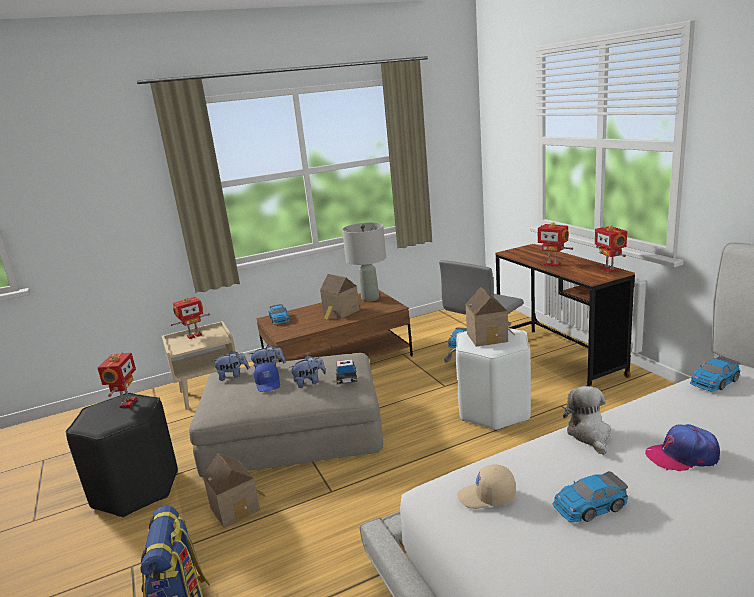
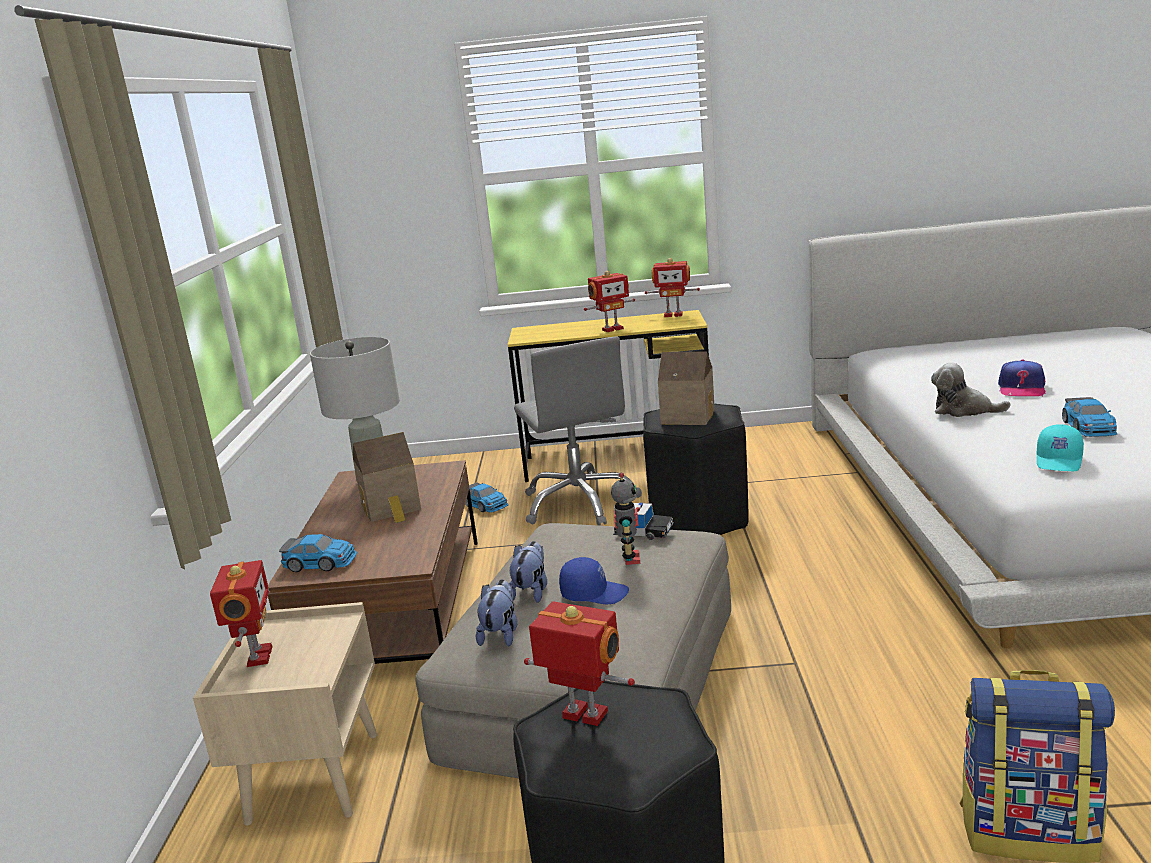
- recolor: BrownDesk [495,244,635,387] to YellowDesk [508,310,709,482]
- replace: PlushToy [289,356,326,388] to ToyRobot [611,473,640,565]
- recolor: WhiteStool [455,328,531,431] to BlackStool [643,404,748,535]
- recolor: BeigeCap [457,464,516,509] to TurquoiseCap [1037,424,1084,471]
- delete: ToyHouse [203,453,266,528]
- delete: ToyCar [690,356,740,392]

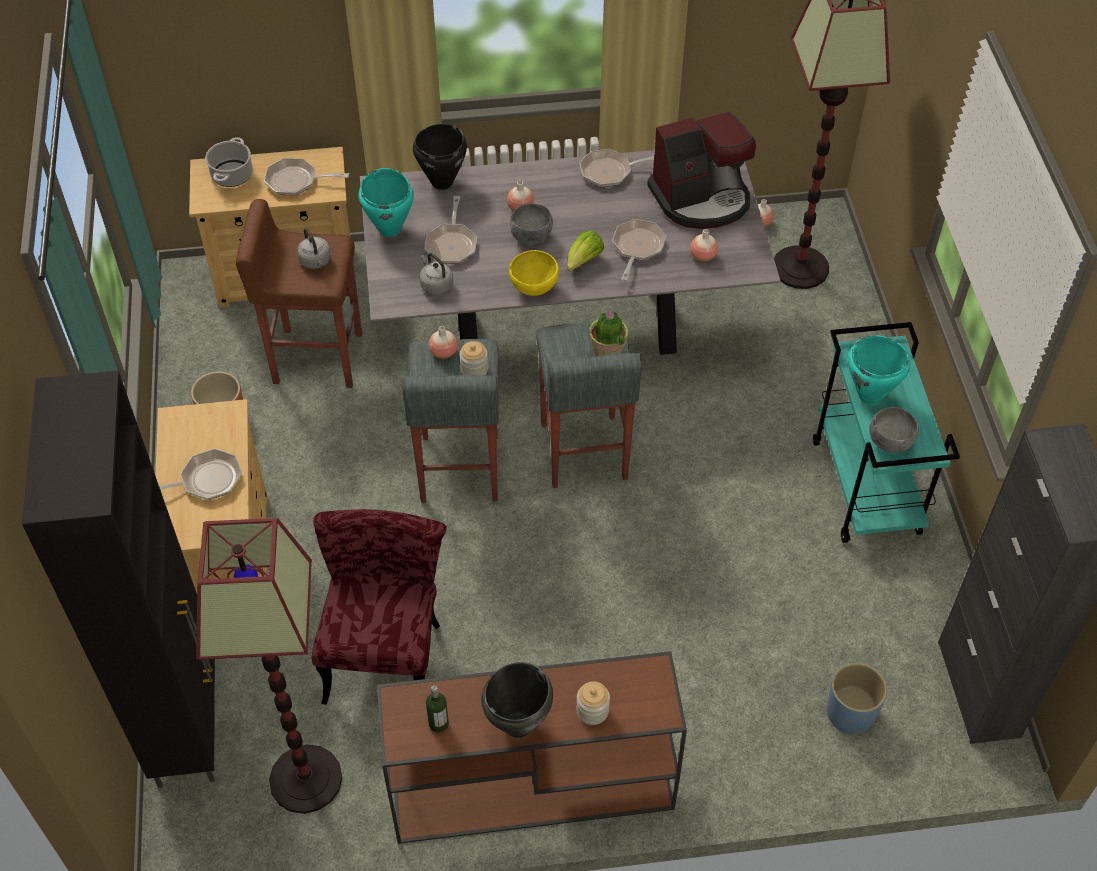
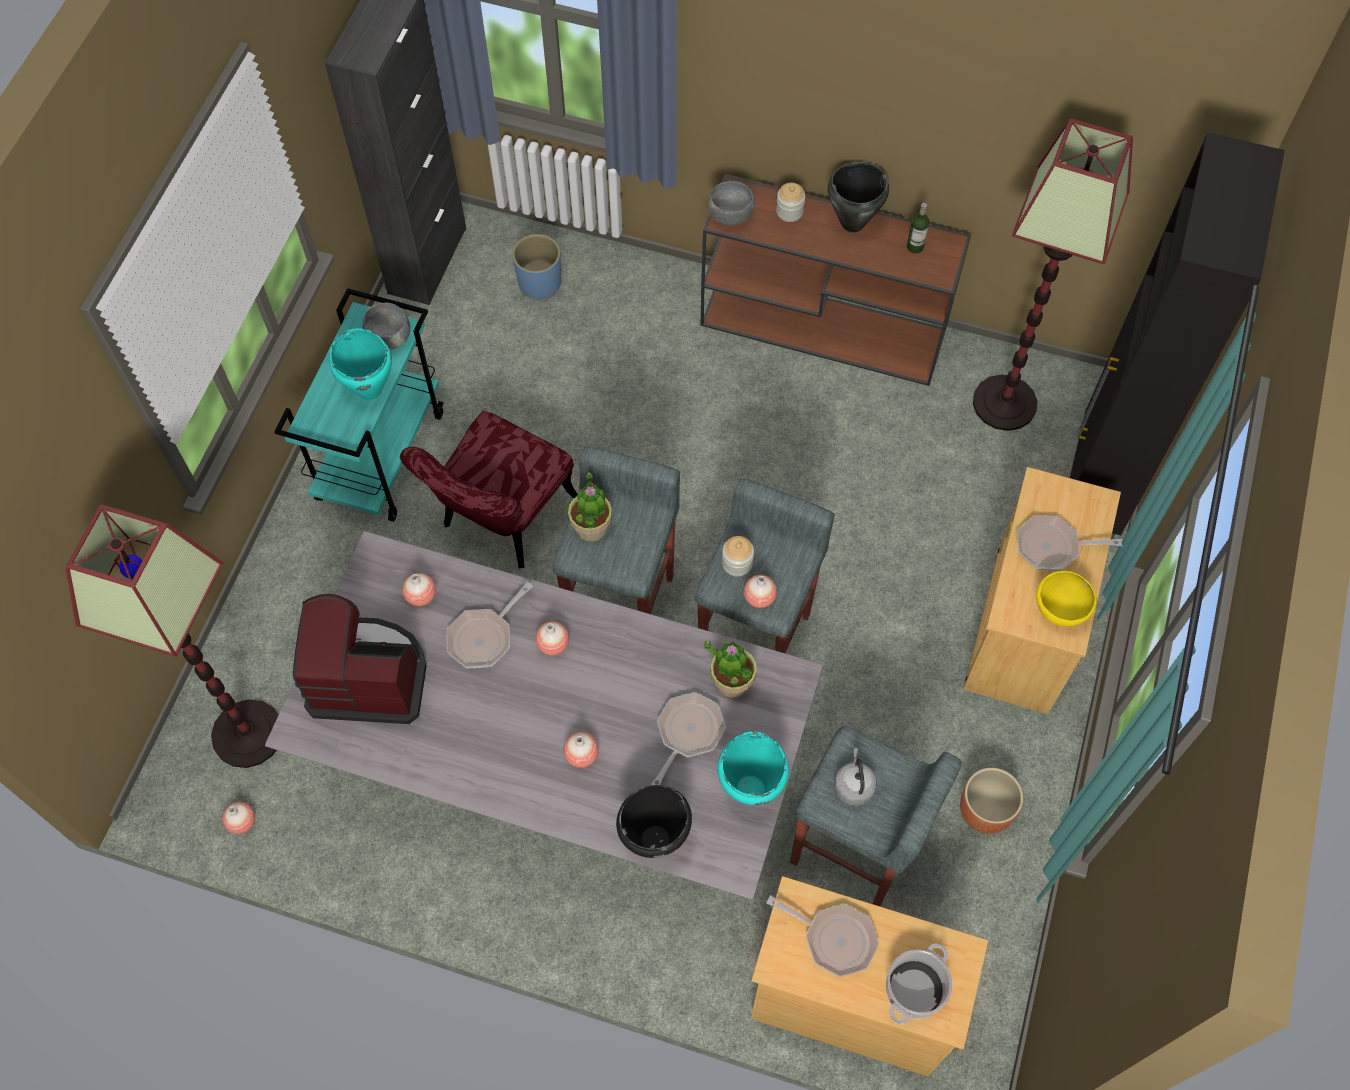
- move: RedChair [311,509,447,705] to [400,411,578,568]
- replace: Lettuce [567,231,604,272] to Vase [535,622,569,656]
- replace: GreyKettle [420,253,453,295] to PottedPlant [704,640,757,698]
- move: GreyBowl [510,203,553,245] to [708,181,755,226]
- recolor: BrownStool [236,199,362,388] to GreyStool [790,726,961,906]
- move: YellowBowl [509,250,559,296] to [1036,571,1097,627]
- delete: FryingPan [579,149,654,187]

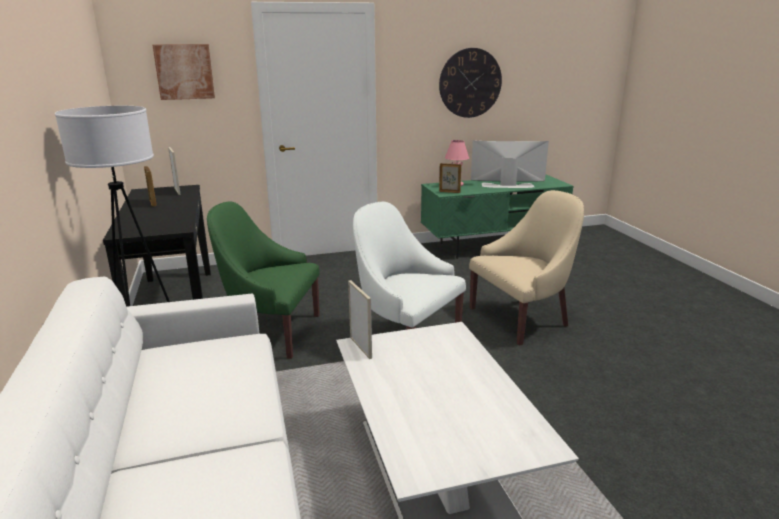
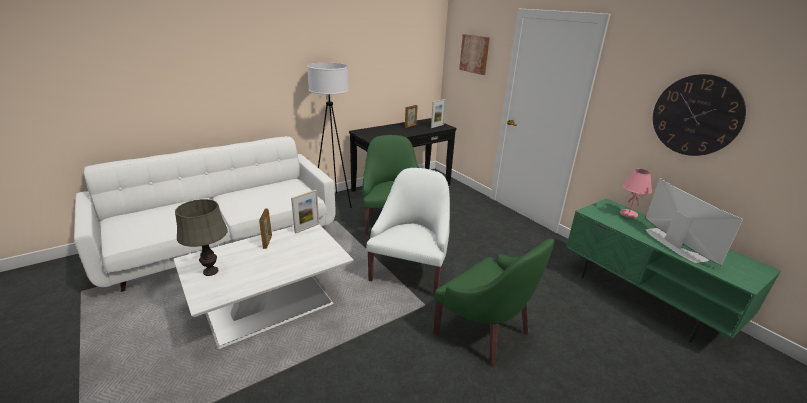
- insert: GreyTableLamp [175,199,228,276]
- move: PictureFrame [439,163,461,193] to [259,208,272,249]
- recolor: BeigeArmchair [469,190,584,346] to GreenArmchair [433,239,554,366]

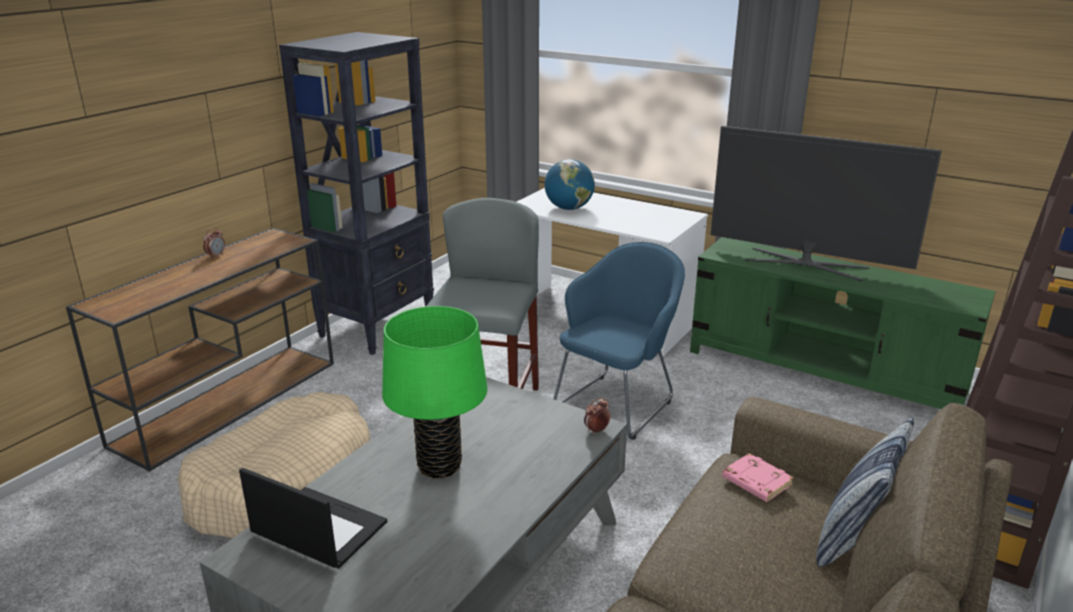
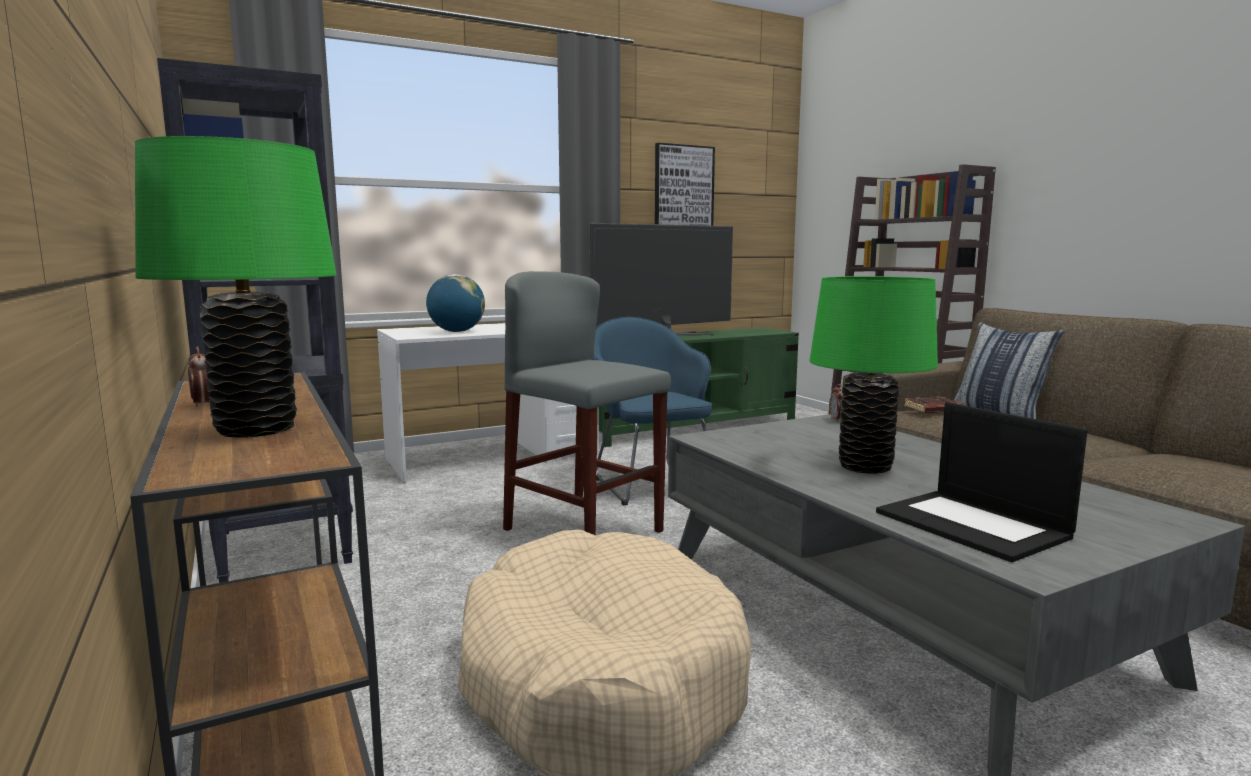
- insert: GreenTableLamp [135,136,337,437]
- insert: Picture [655,143,715,226]
- rotate: Laptop [239,468,387,568] = [876,402,1088,562] 90 degrees counterclockwise
- recolor: PinkBook [722,453,794,502] to BrownBook [904,397,965,413]

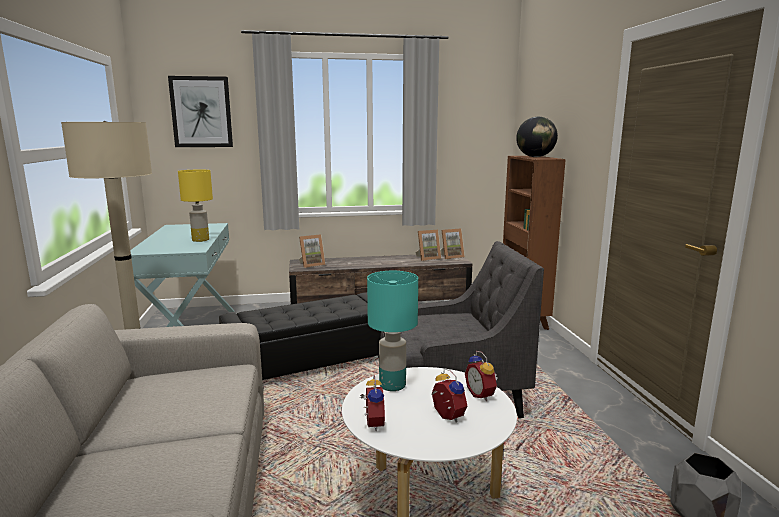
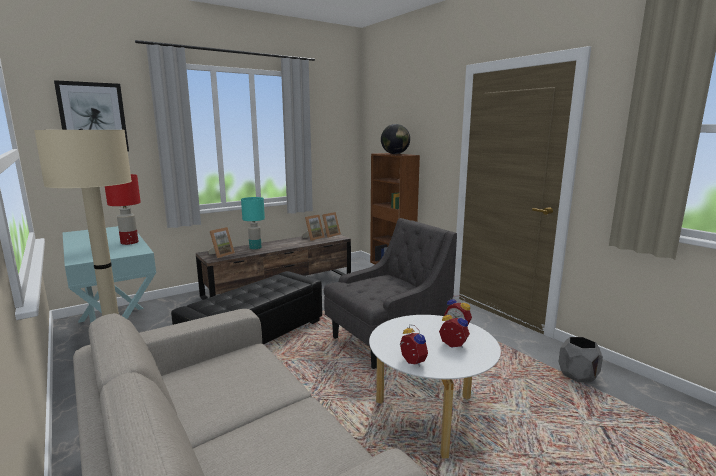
- recolor: YellowTableLamp [178,169,213,242] to RedTableLamp [105,174,141,245]
- move: TurquoiseTableLamp [367,271,418,391] to [241,197,265,249]

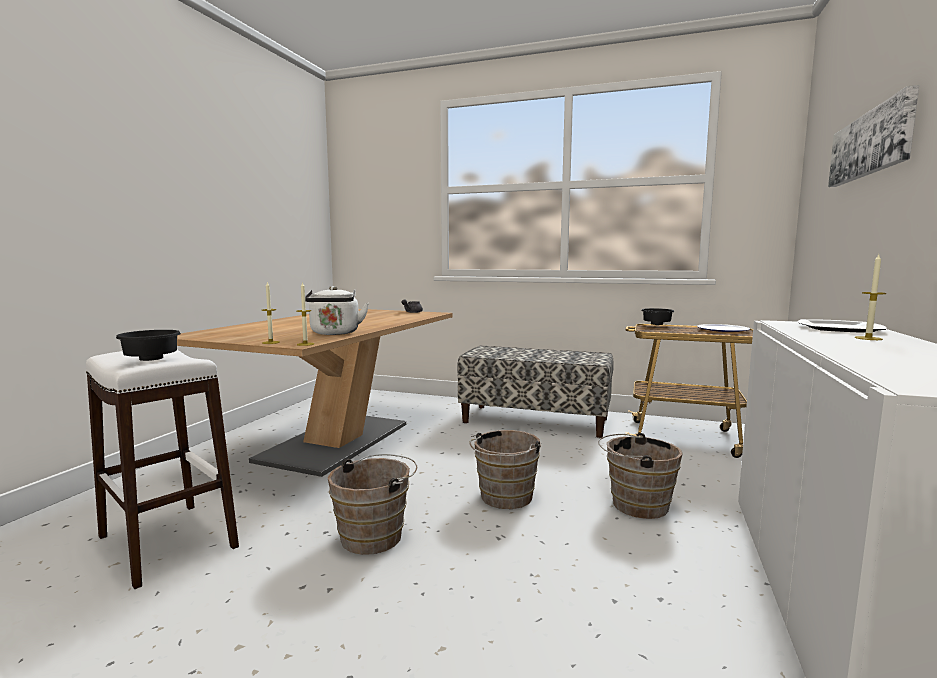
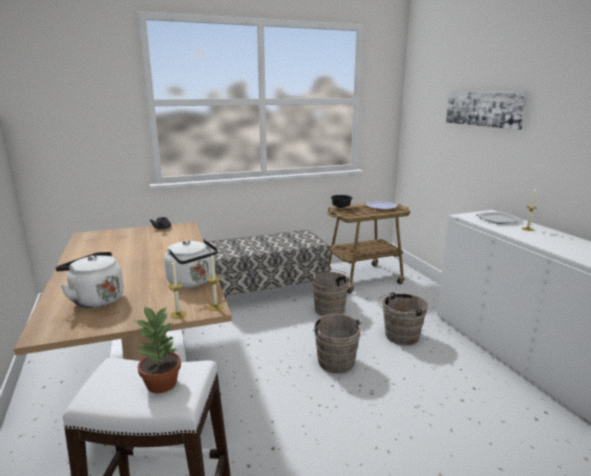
- insert: WhiteKettle [55,252,124,308]
- replace: BlackBowl [116,330,181,361] to PottedPlant [134,305,181,393]
- move: BrownBucket [328,454,417,555] to [310,269,352,316]

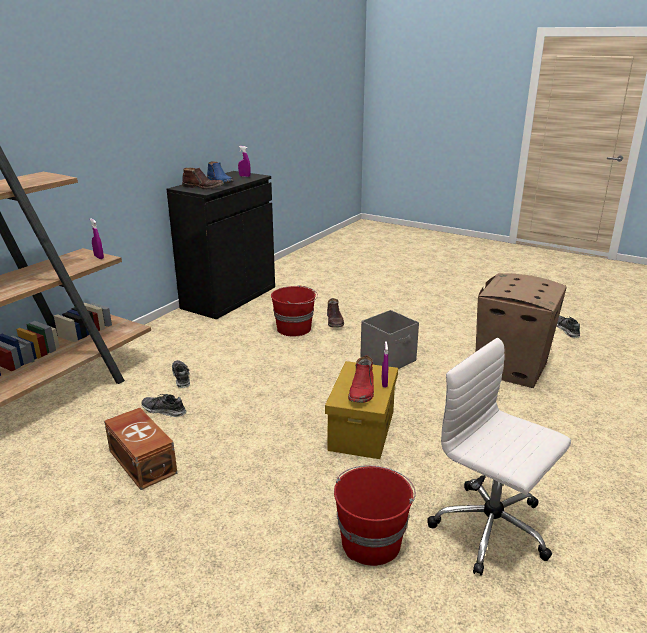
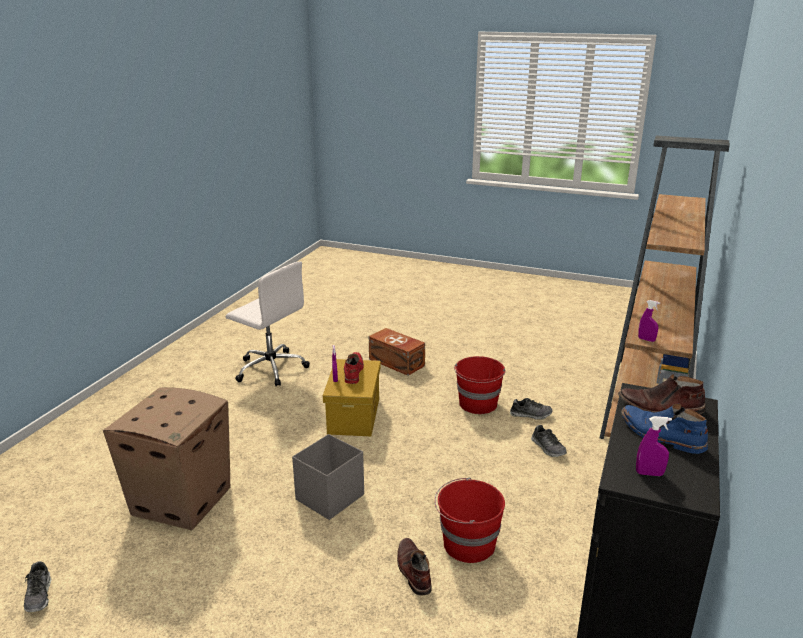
- move: BrownStorageBox [104,408,178,490] to [369,328,425,376]
- move: RedBucket [334,465,416,566] to [454,356,506,414]

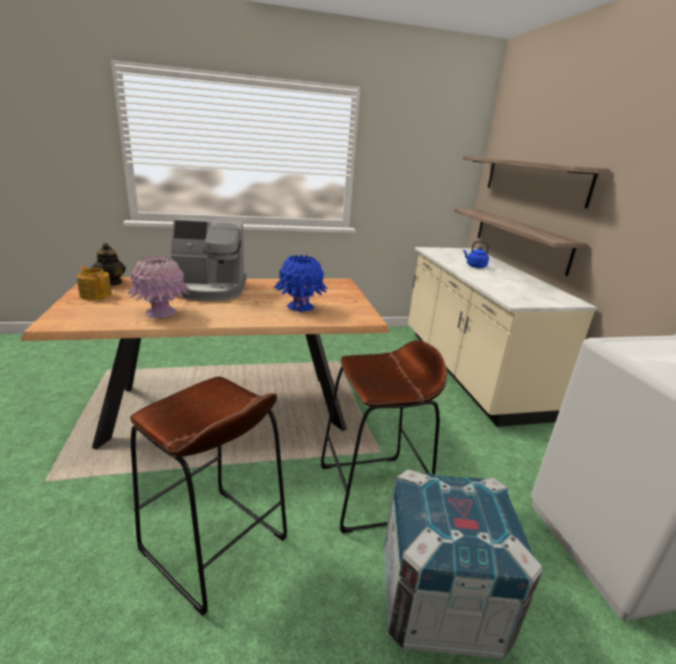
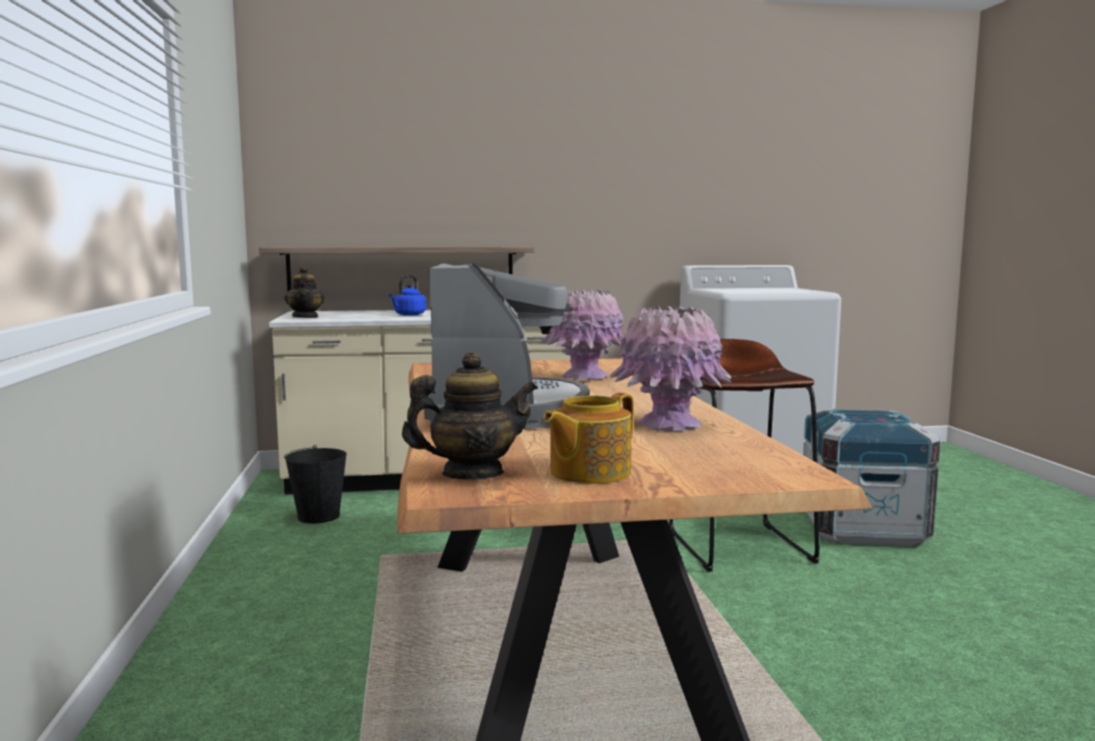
- insert: Teapot [284,266,325,318]
- insert: BlackBucket [284,445,347,523]
- recolor: BlueVase [274,255,328,312] to PinkVase [541,289,624,380]
- delete: BrownStool [130,376,287,616]
- delete: Shelf [463,156,611,208]

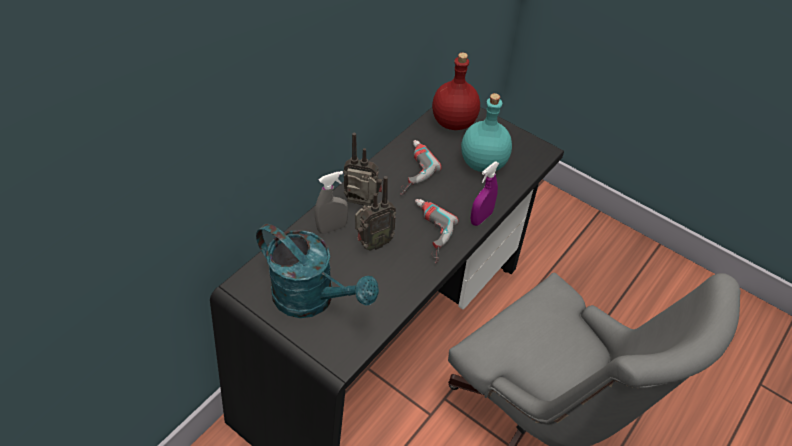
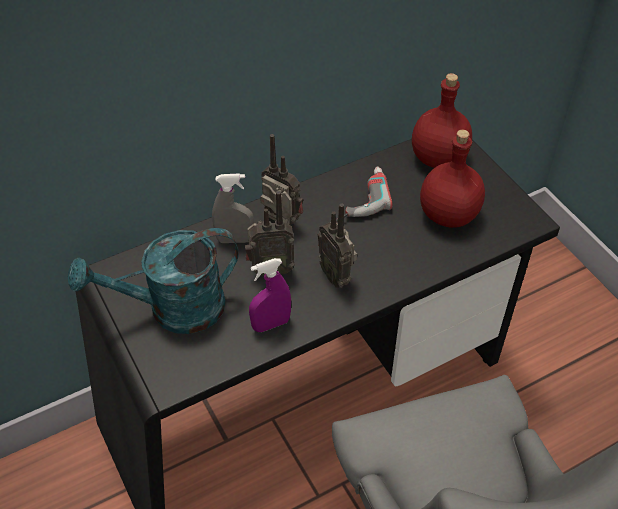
- rotate: TurquoiseWateringCan [256,224,379,318] = [68,228,239,334] 105 degrees clockwise
- move: PurpleSprayBottle [470,162,499,226] to [249,258,291,332]
- replace: PowerDrill [415,199,458,264] to Radio [318,203,357,288]
- recolor: TurquoiseBottle [461,93,512,172] to RedBottle [420,130,485,228]

